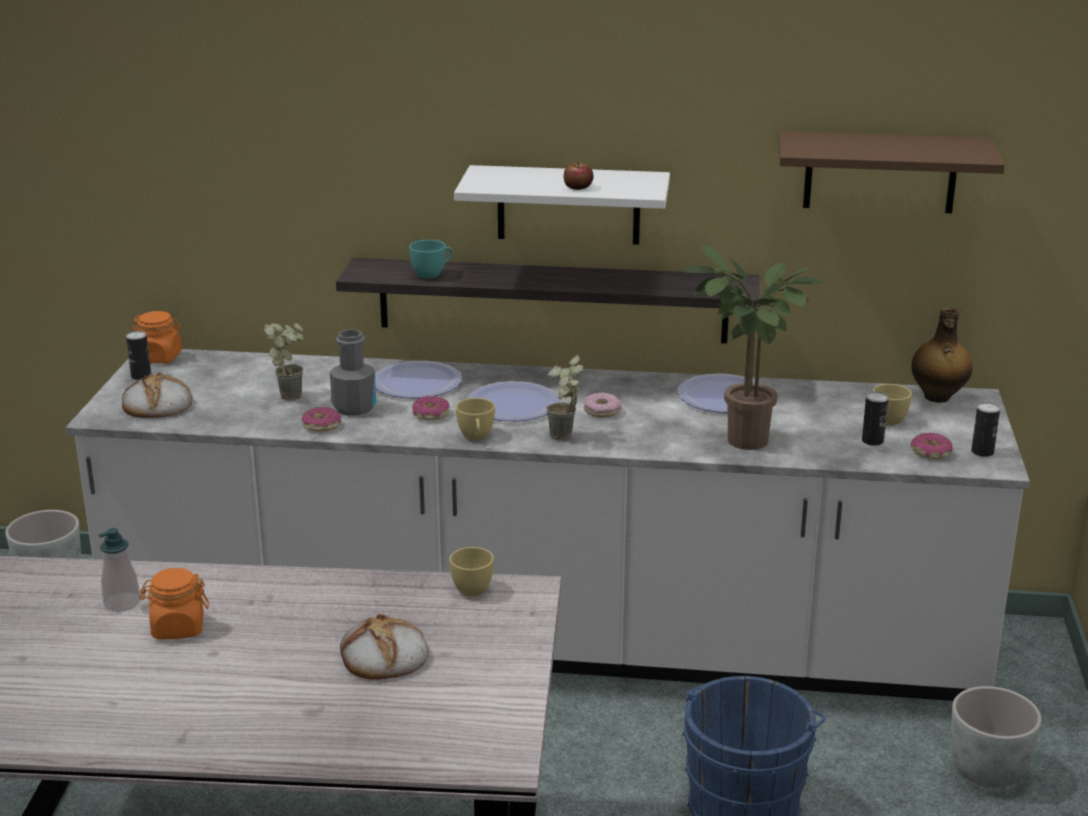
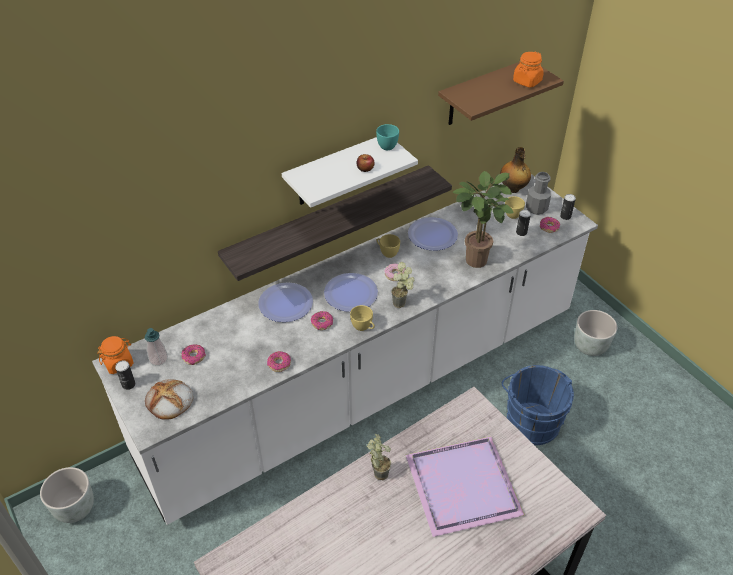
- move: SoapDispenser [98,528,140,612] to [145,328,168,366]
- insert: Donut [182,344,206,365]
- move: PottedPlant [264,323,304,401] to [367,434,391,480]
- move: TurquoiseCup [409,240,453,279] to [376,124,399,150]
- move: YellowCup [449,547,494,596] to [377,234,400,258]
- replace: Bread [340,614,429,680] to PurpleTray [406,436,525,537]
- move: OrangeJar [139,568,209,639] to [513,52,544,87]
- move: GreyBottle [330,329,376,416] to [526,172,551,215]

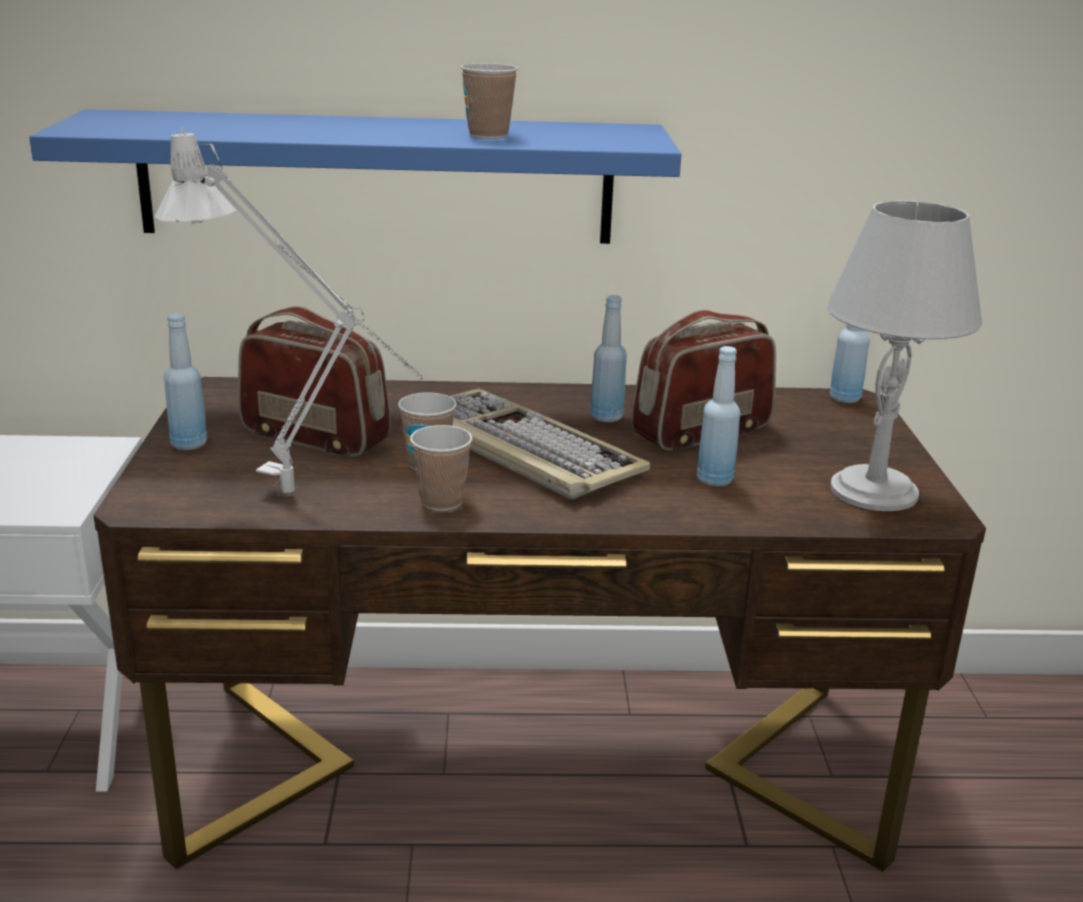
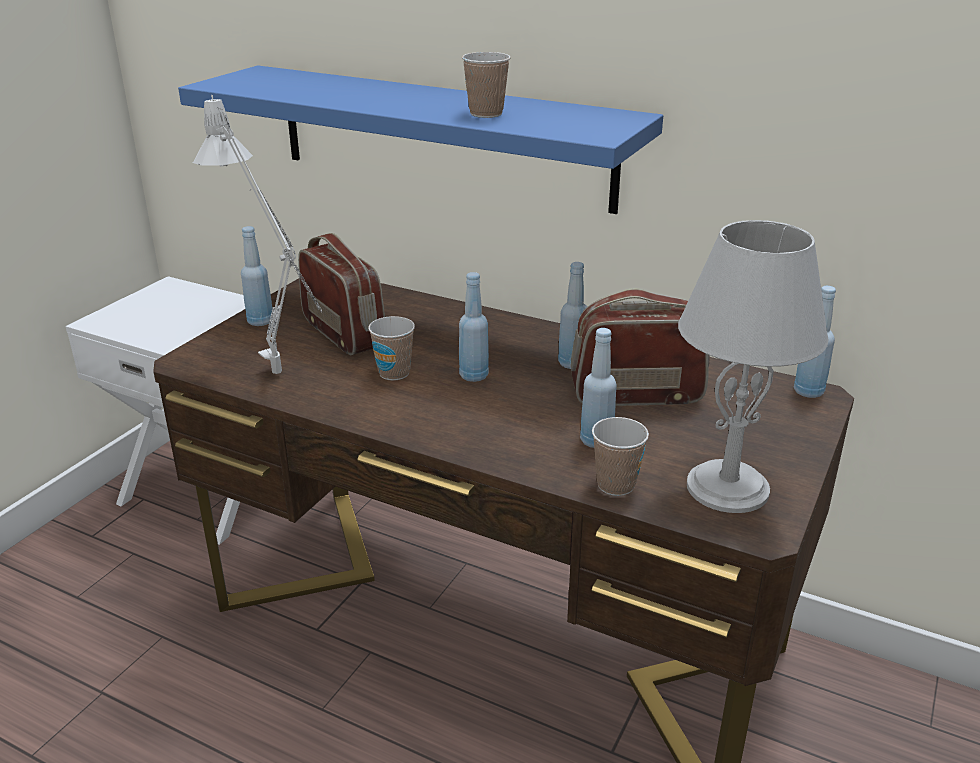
- replace: Keyboard [450,388,650,500] to BlueBottle [459,272,489,382]
- move: Cup [410,425,473,511] to [592,417,649,496]

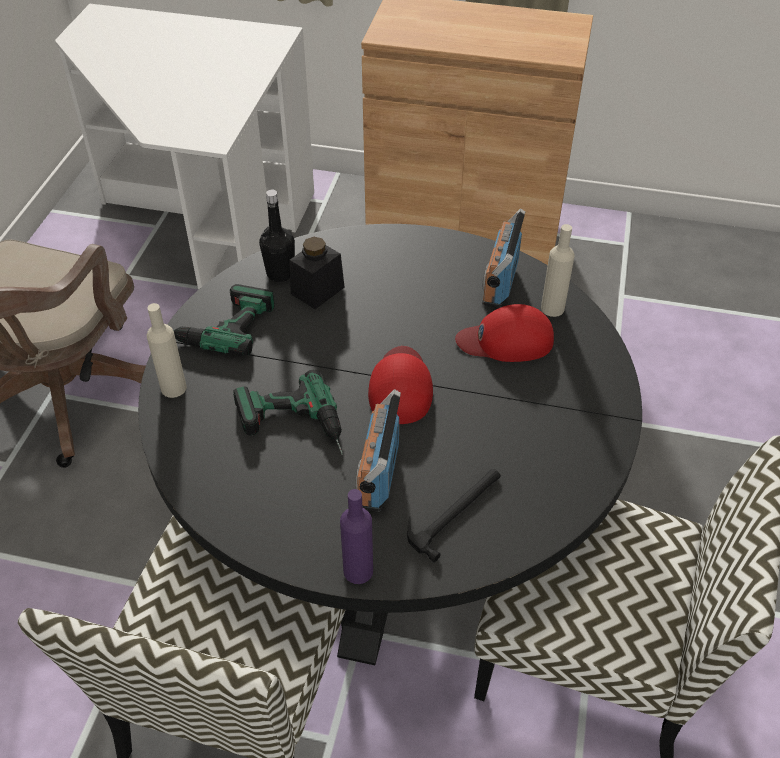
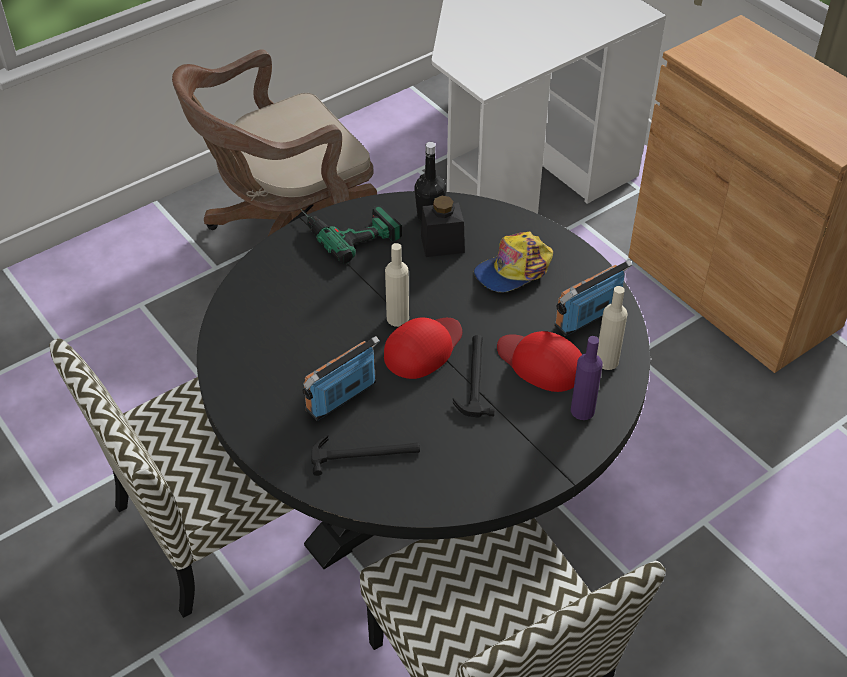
- move: BeigeBottle [147,303,187,398] to [385,243,409,327]
- insert: Hammer [453,335,495,418]
- insert: Cap [474,232,553,292]
- move: PurpleBottle [340,489,373,584] to [571,336,603,420]
- delete: PowerDrill [233,370,343,455]

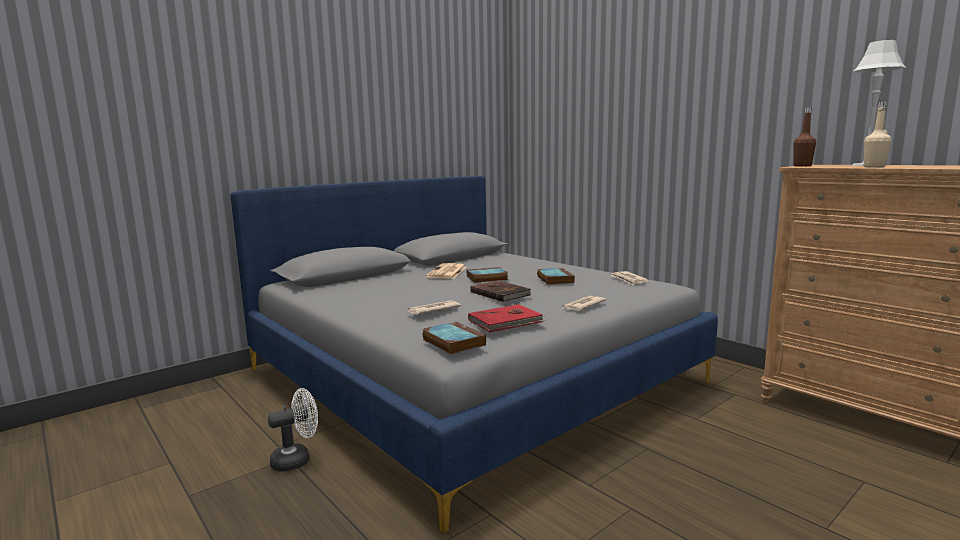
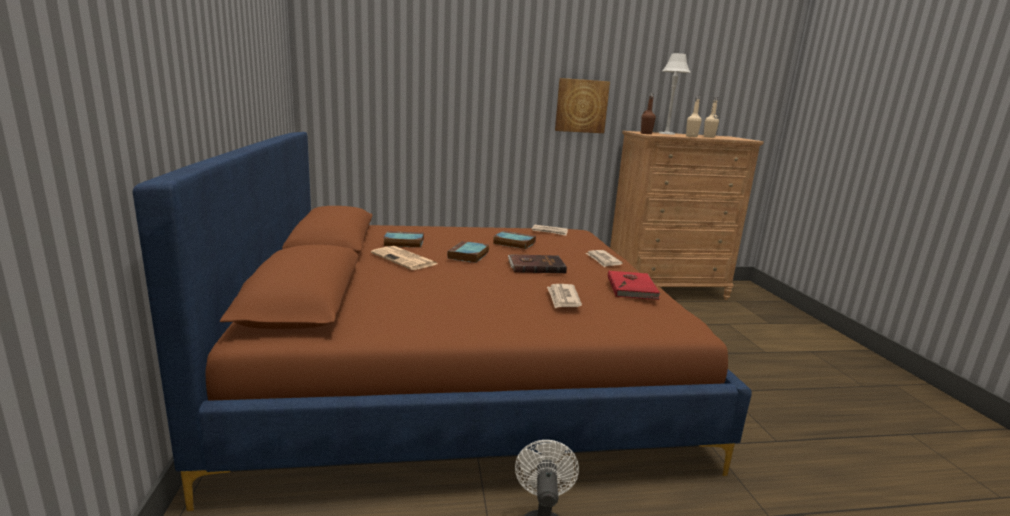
- recolor: GreyBed [230,176,718,533] to BrownBed [133,132,752,511]
- move: Book [423,321,486,355] to [383,231,424,248]
- insert: Picture [555,78,610,133]
- insert: BeigeBottle [704,97,719,138]

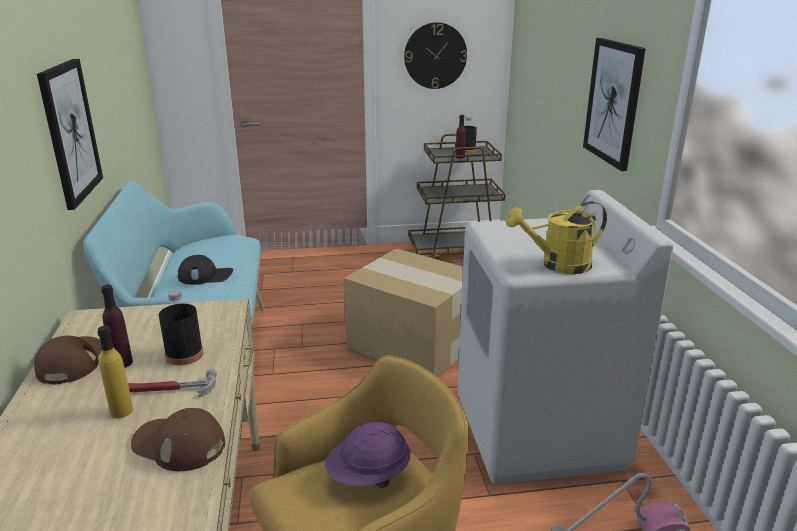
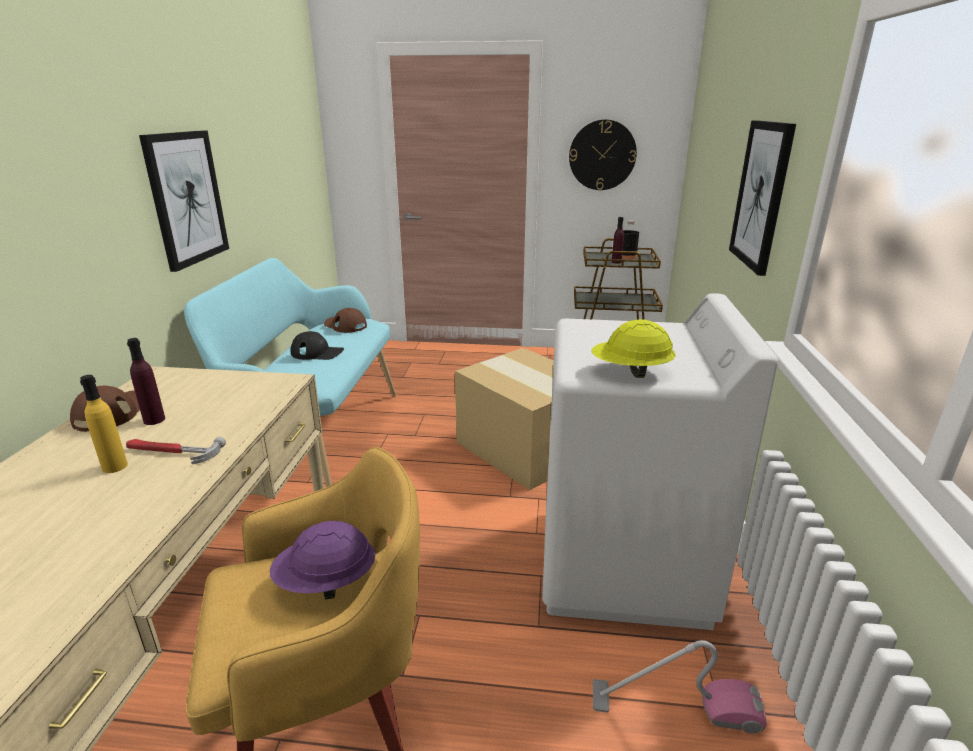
- move: BrownCap [131,408,225,471] to [324,308,367,333]
- replace: YellowWateringCan [506,201,607,274] to YellowHardHat [592,319,676,378]
- delete: BlackBottle [159,290,203,365]

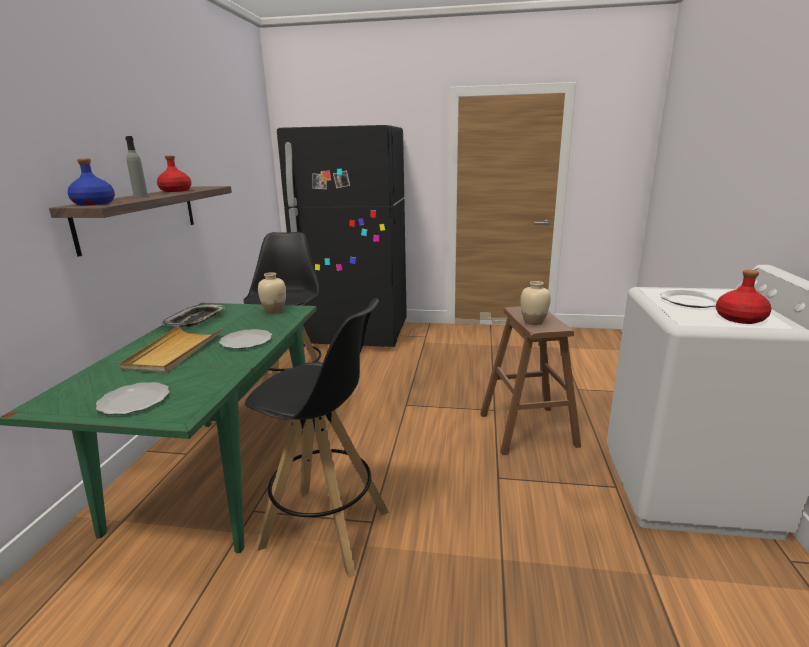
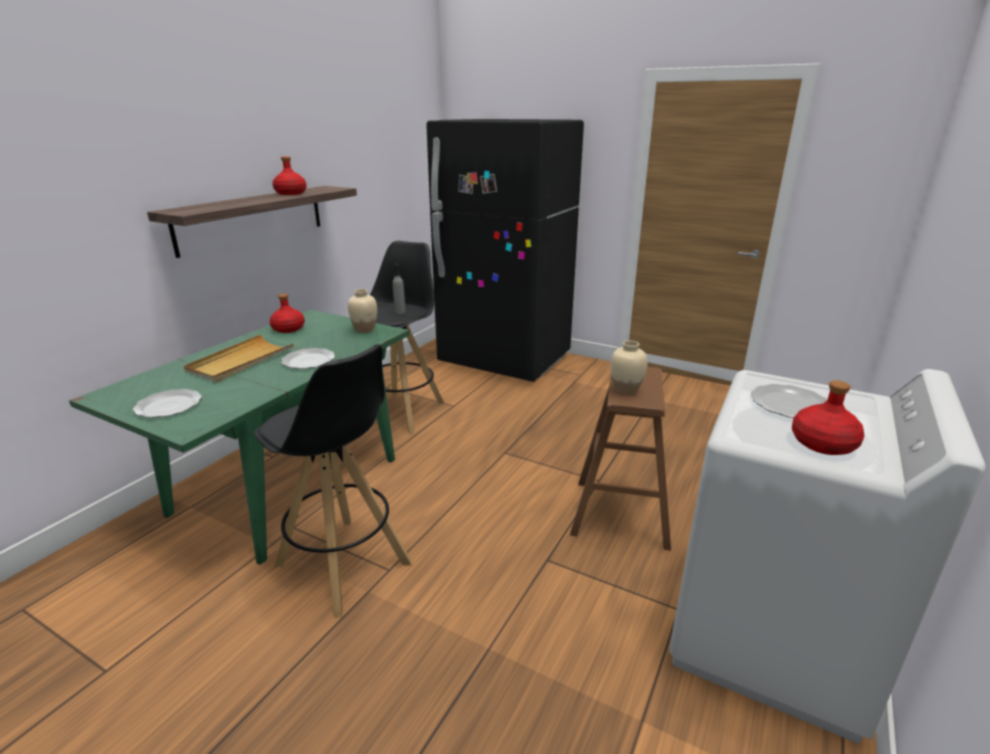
- replace: Tray [162,304,225,327] to RedBottle [269,294,305,333]
- move: GreyBottle [125,136,148,197] to [393,264,406,314]
- delete: BlueBottle [67,159,115,205]

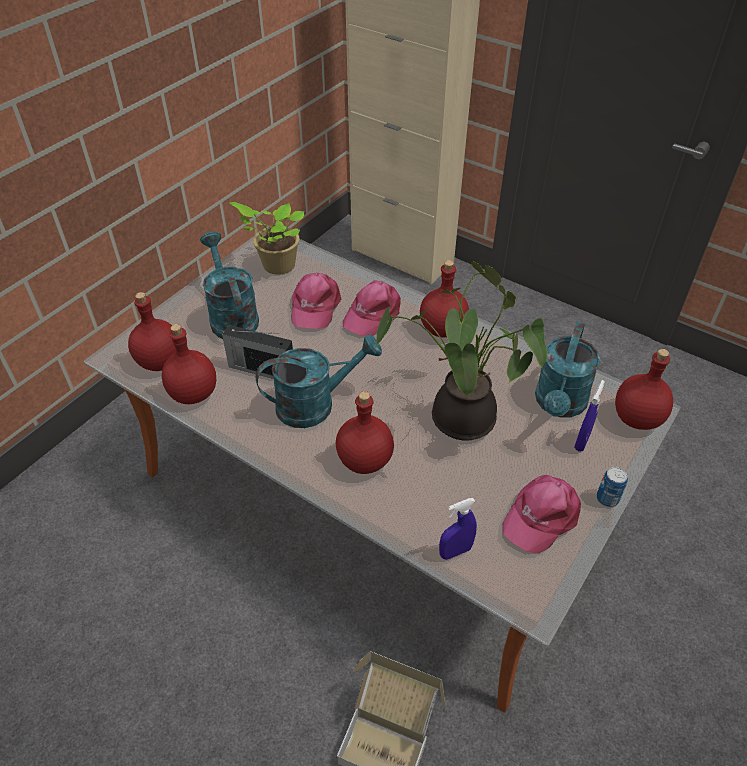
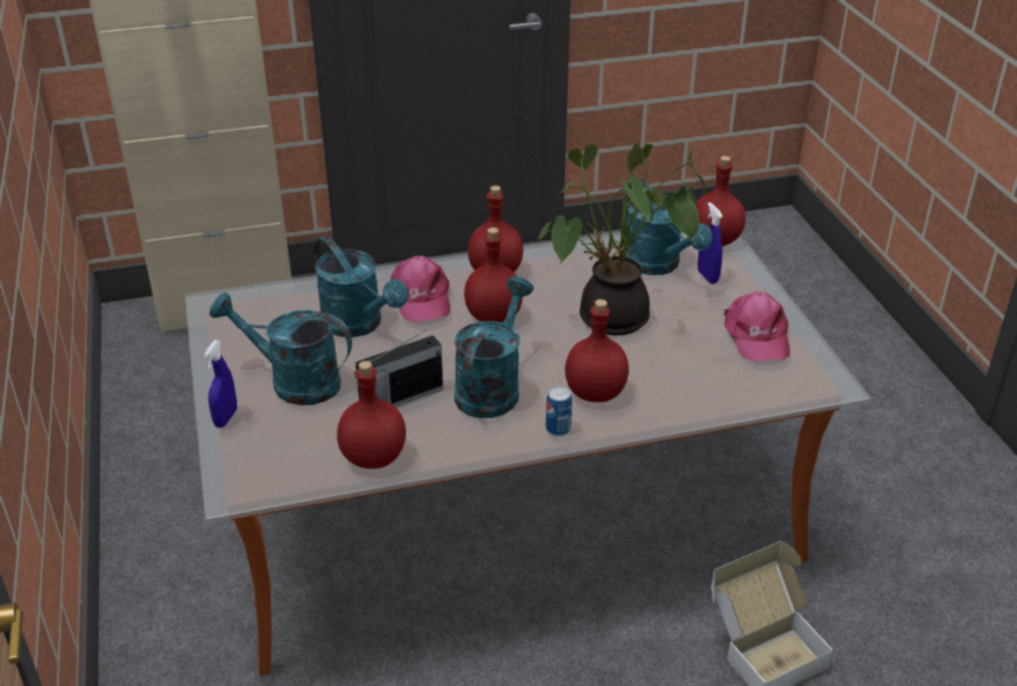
- move: BlueSprayBottle [439,498,477,560] to [204,340,237,428]
- replace: PinkCap [291,273,341,329] to TurquoiseWateringCan [313,236,408,337]
- move: RedBottle [128,292,176,371] to [464,227,523,323]
- move: Can [596,467,628,507] to [546,387,572,436]
- delete: PottedPlant [230,202,304,275]

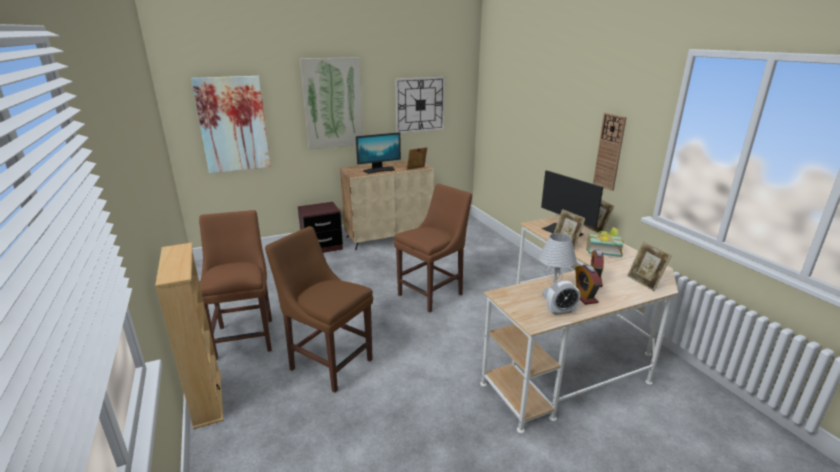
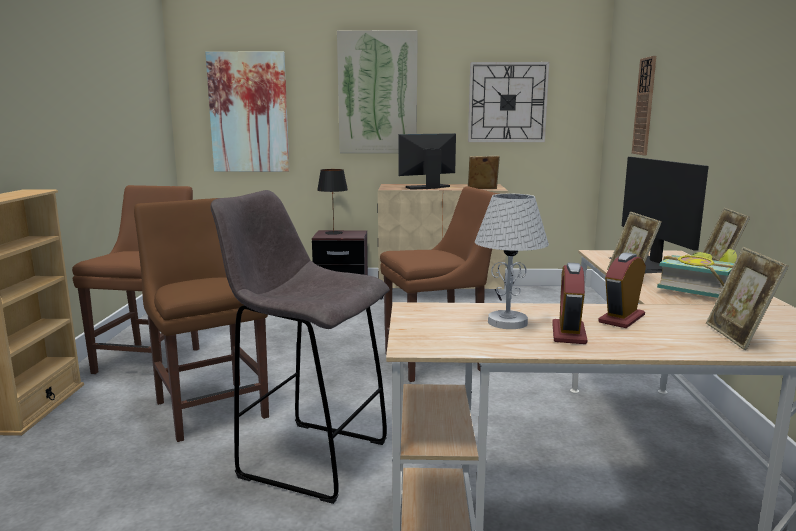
- insert: GreyStool [211,190,390,504]
- insert: BlackTableLamp [317,169,348,235]
- rotate: Monitor [356,132,401,174] = [398,133,456,190] 150 degrees clockwise
- move: WallClock [593,113,627,191] to [632,56,656,156]
- delete: AlarmClock [547,281,580,315]

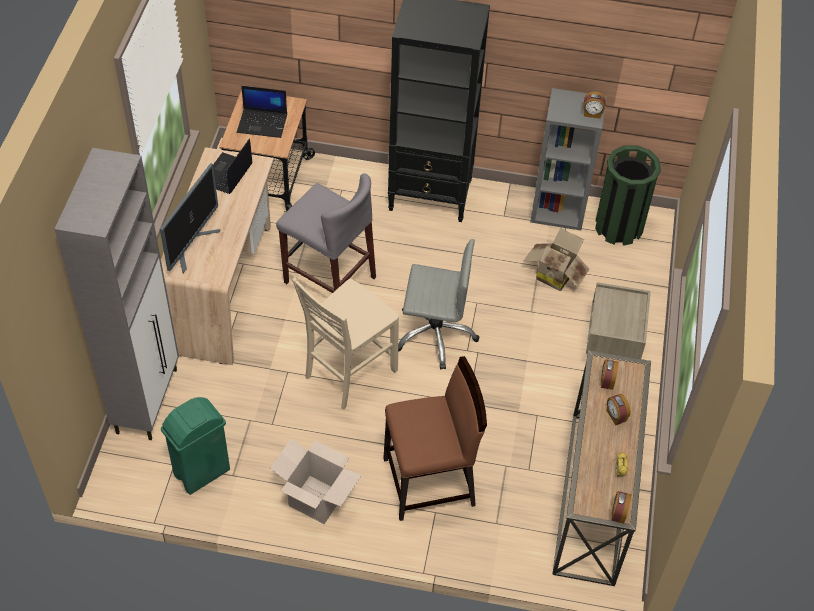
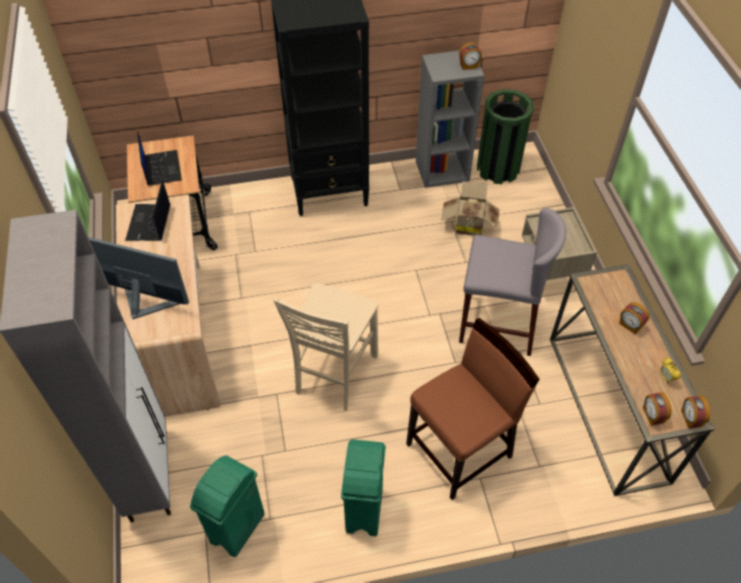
- rotate: Monitor [160,163,220,273] = [88,237,189,319] 75 degrees counterclockwise
- rotate: Laptop [237,86,287,138] = [137,131,182,186] 90 degrees counterclockwise
- replace: CardboardBox [270,438,362,524] to GreenTrashCan [341,439,386,536]
- move: GreyStool [276,173,376,293] to [459,208,566,356]
- move: AlarmClock [601,360,618,390] to [643,392,671,426]
- delete: GreyOfficeChair [398,239,479,370]

